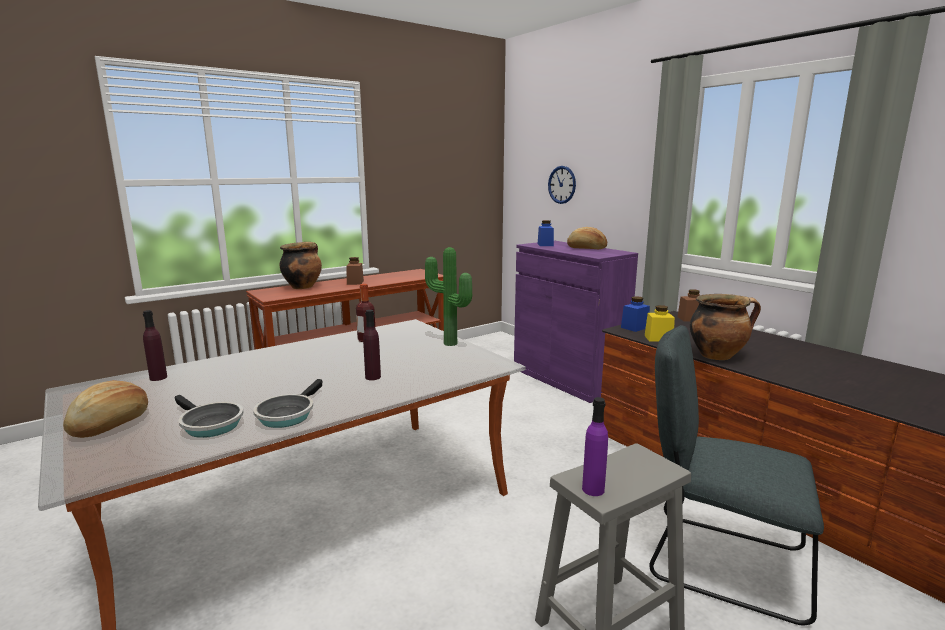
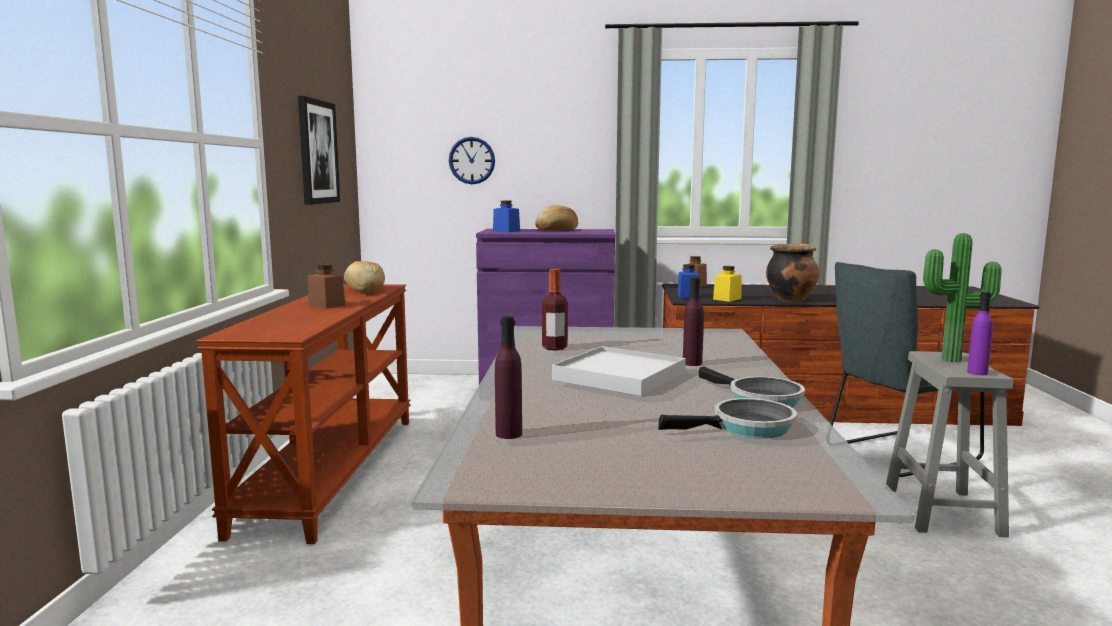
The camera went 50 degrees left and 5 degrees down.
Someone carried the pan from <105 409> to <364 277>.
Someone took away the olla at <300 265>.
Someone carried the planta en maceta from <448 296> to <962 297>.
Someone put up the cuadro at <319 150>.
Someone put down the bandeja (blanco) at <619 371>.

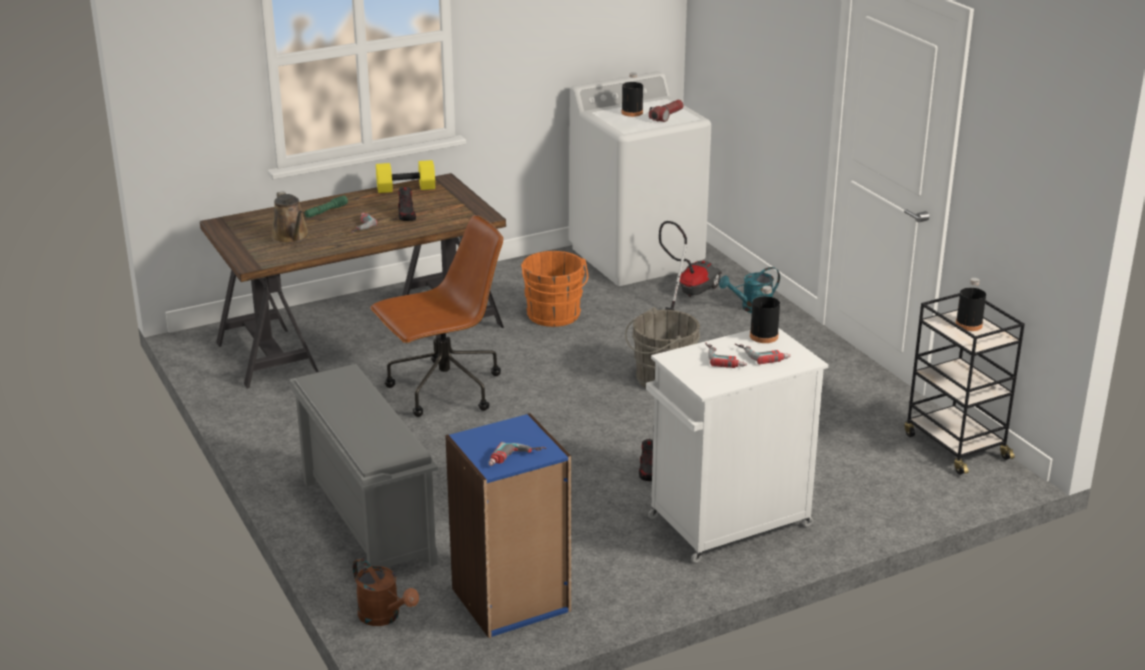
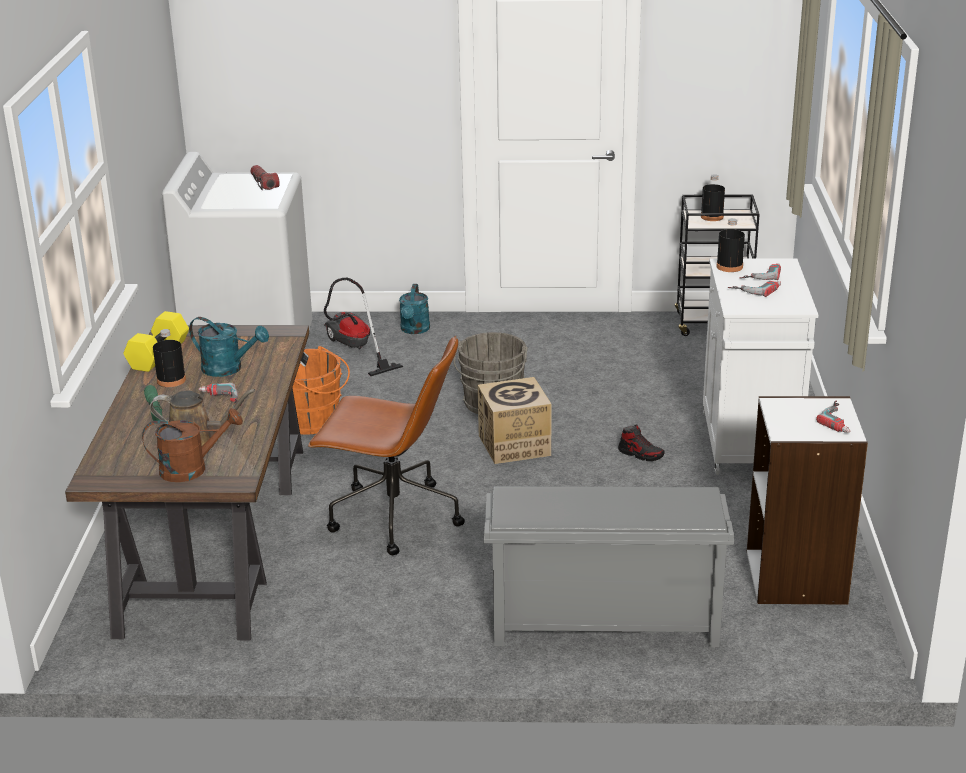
The camera went 60 degrees left and 0 degrees up.
Someone carried the regadera (marrón) from <386 592> to <192 445>.
Someone rotated the silla de oficina (marrón) at <436 316> by 105 degrees clockwise.
Someone swapped the zapato at <407 204> for the regadera (turquesa) at <229 347>.
Someone repainted the estantería (azul) at <508 525>, which became the estantería (blanco) at <807 500>.
Someone carried the botella (negro) from <632 94> to <169 358>.
Someone put down the caja de cartón at <515 420>.

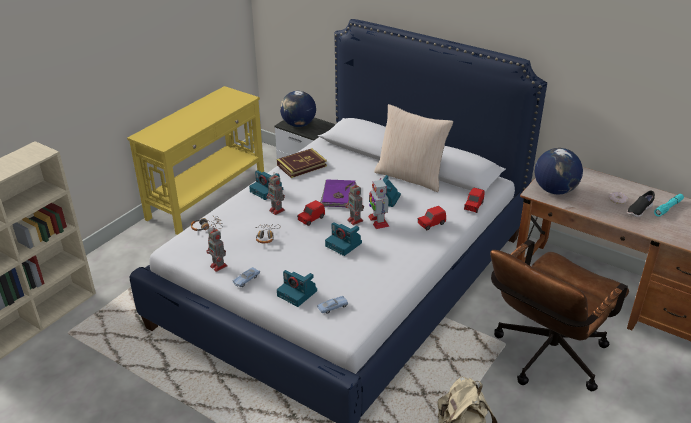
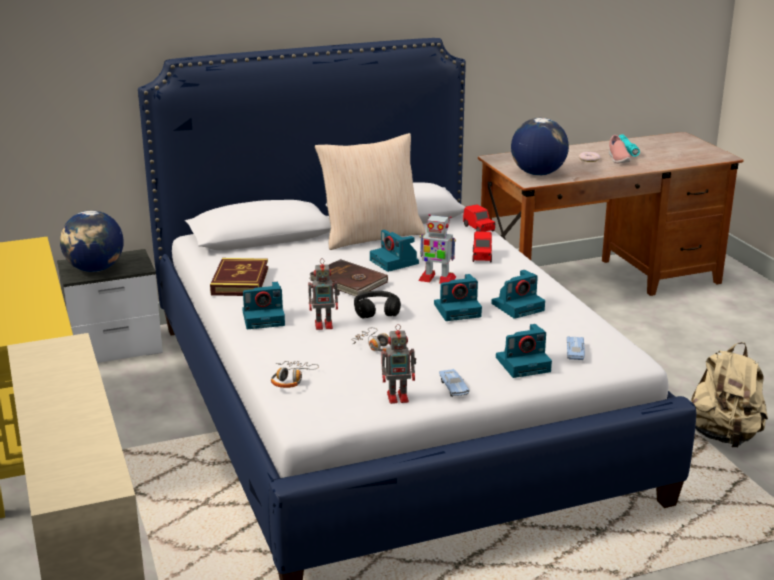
The camera went 55 degrees left and 10 degrees down.
Someone swapped the coche de juguete (rojo) at <311 213> for the auriculares (negro) at <377 304>.
Someone repainted the libro (morado) at <338 193>, which became the libro (marrón) at <349 278>.
Someone took away the robot de juguete at <354 203>.
Someone took away the silla de oficina (marrón) at <559 315>.
Someone repainted the zapato (negro) at <641 204>, which became the zapato (rosa) at <620 149>.
Someone put down the cámara at <518 294>.

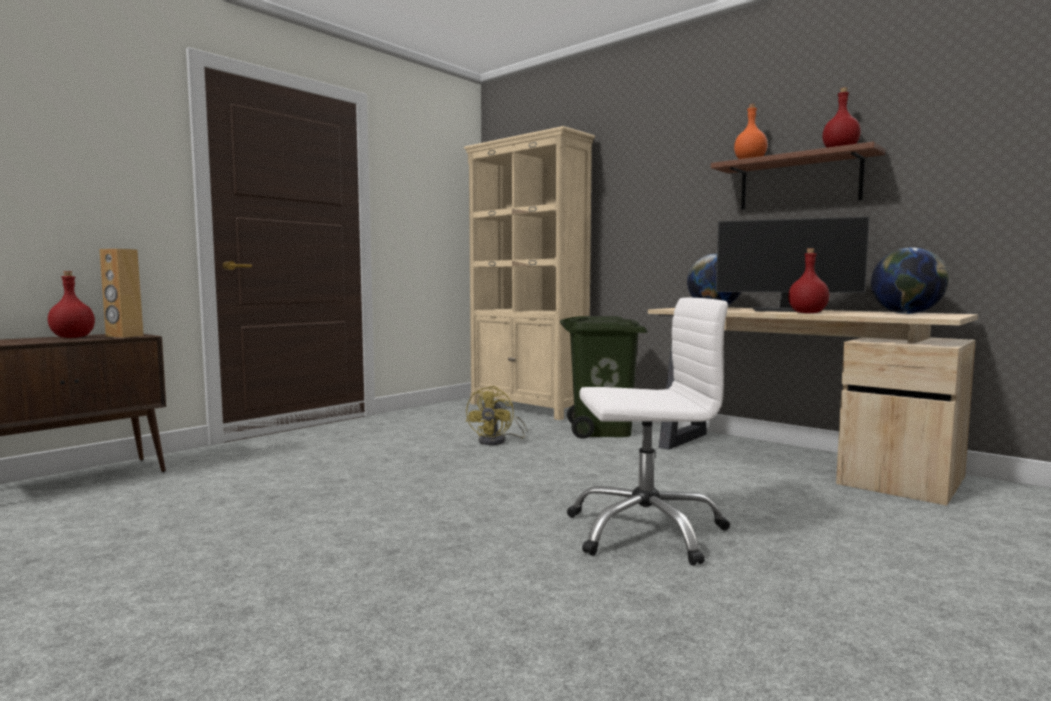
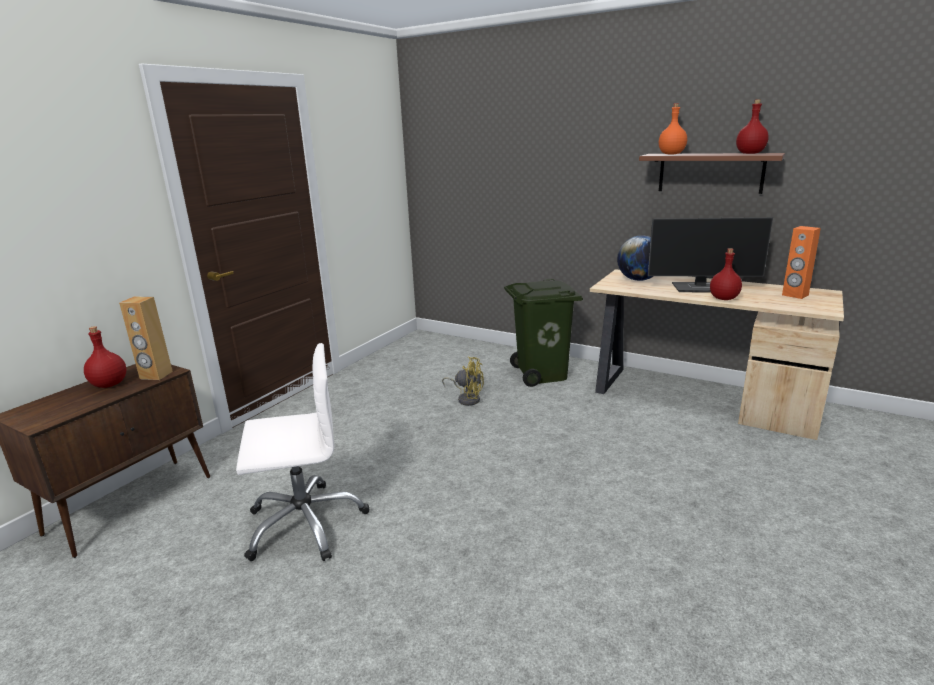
The camera went 10 degrees left and 15 degrees up.
Someone took away the estantería (beis) at <529 273>.
Someone rotated the ventilador (amarillo) at <497 415> by 75 degrees counterclockwise.
Someone carried the silla de oficina (blanco) from <648 431> to <303 452>.
Someone swapped the globo terráqueo at <910 281> for the altavoz (naranja) at <801 262>.

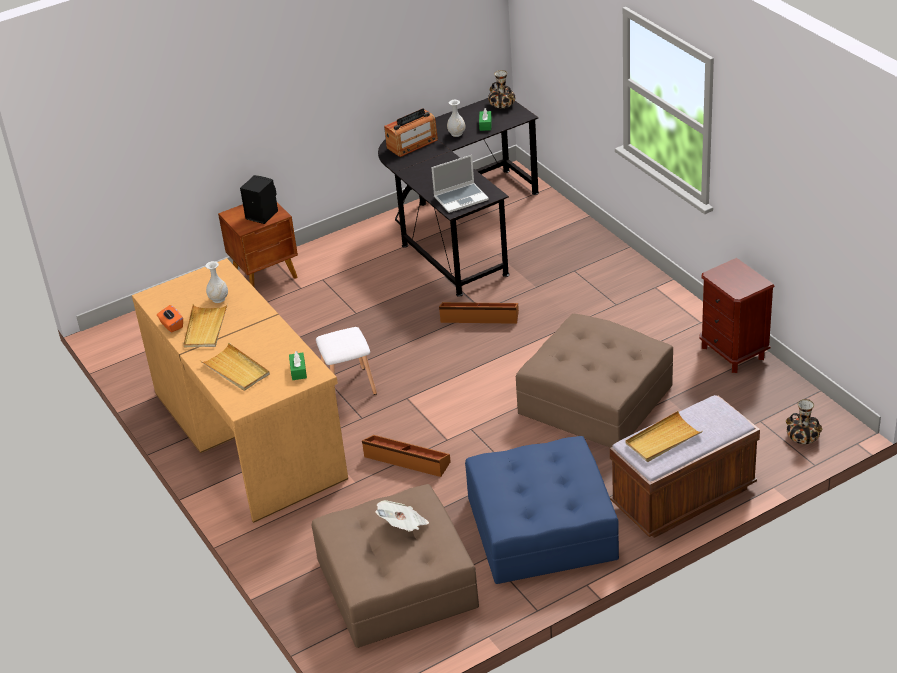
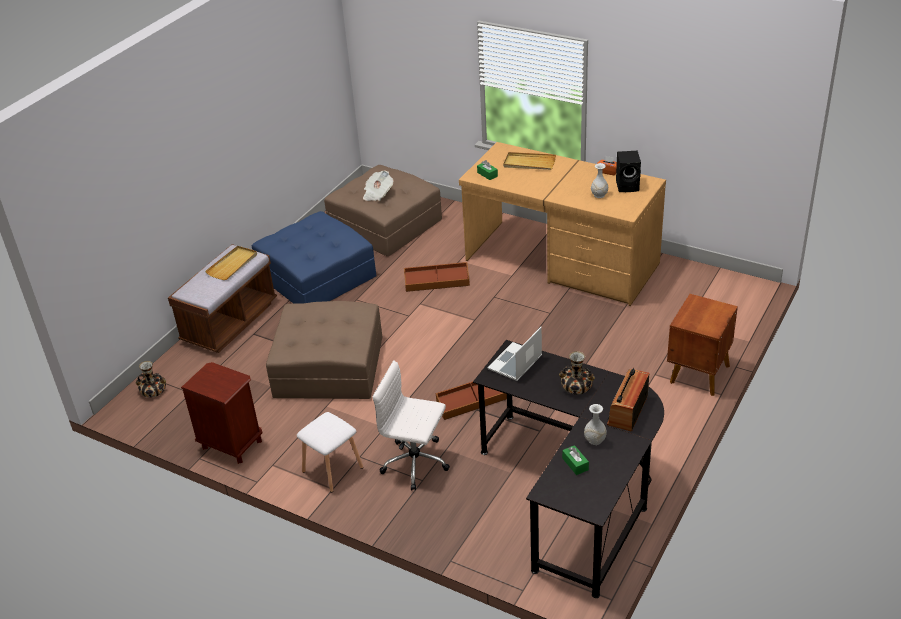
The camera went 150 degrees right and 0 degrees up.
Someone took away the bandeja (beis) at <205 325>.
Someone carried the altavoz (negro) from <259 199> to <628 171>.
Someone carried the taburete (blanco) from <346 361> to <330 452>.
Someone carried the florero from <501 89> to <577 372>.
Someone put down the silla de oficina (blanco) at <411 425>.

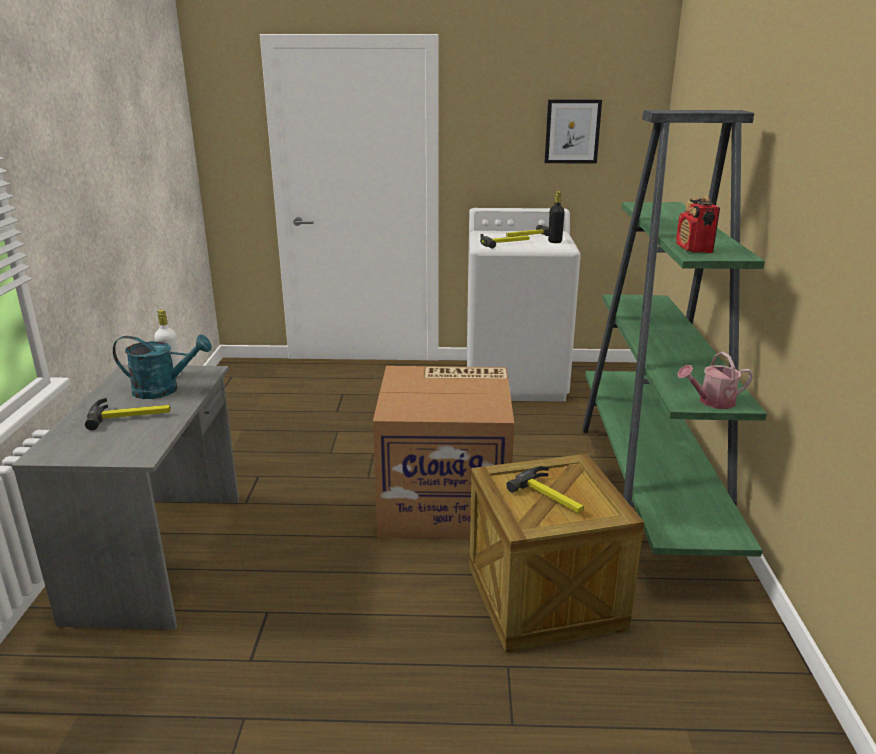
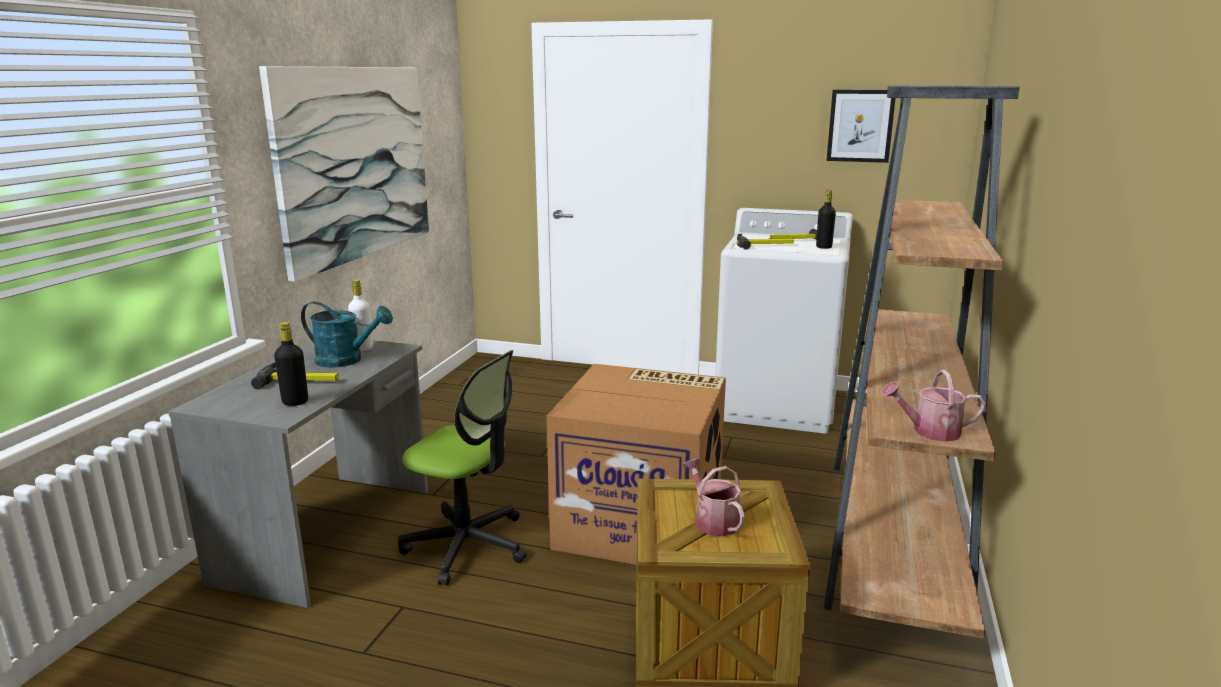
The camera went 15 degrees right and 5 degrees down.
Someone swapped the martillo at <545 489> for the regadera at <714 497>.
Someone repainted the estantería (verde) at <674 333>, which became the estantería (marrón) at <922 362>.
Someone took away the radio at <698 224>.
Someone put up the cuadro at <344 174>.
Someone put down the botella (negro) at <291 364>.
Someone put down the silla de oficina at <462 467>.

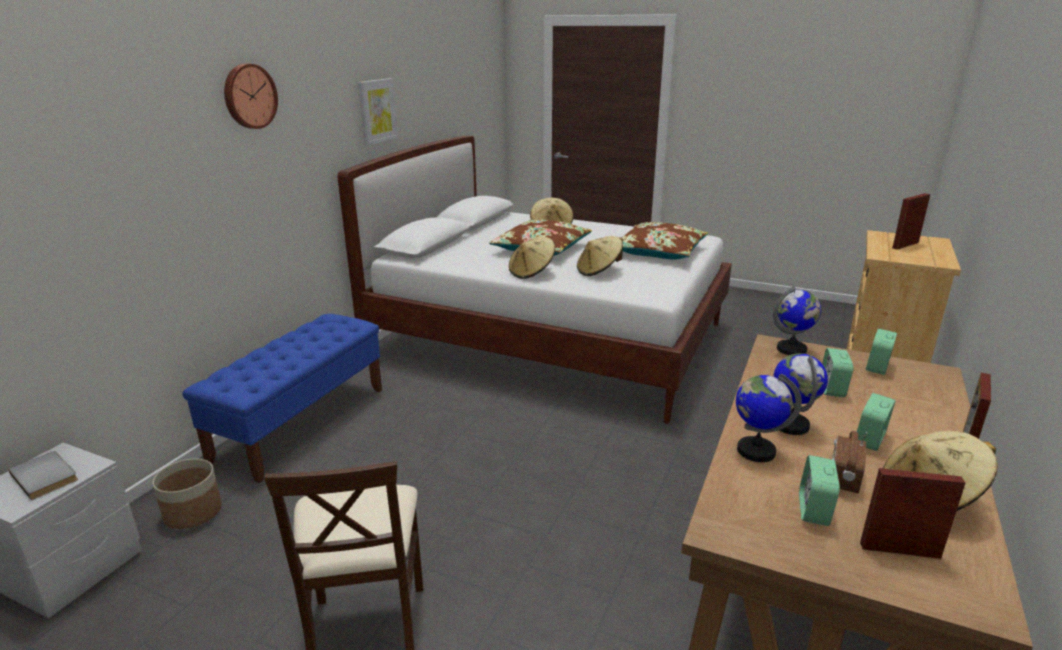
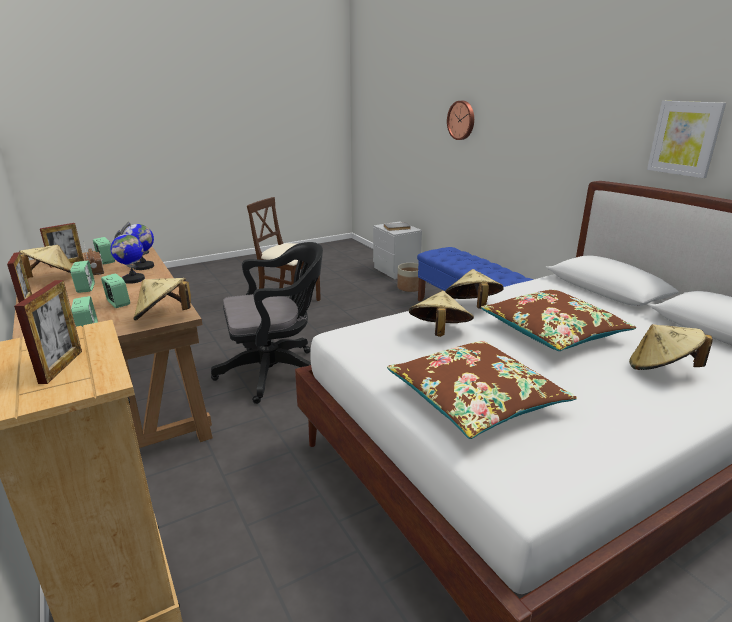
The camera went 125 degrees right and 0 degrees up.
Someone carried the reloj de pared from <251 96> to <460 120>.
Someone swapped the globo terráqueo at <797 320> for the sombrero (beis) at <162 299>.
Someone put down the silla de oficina (negro) at <267 323>.

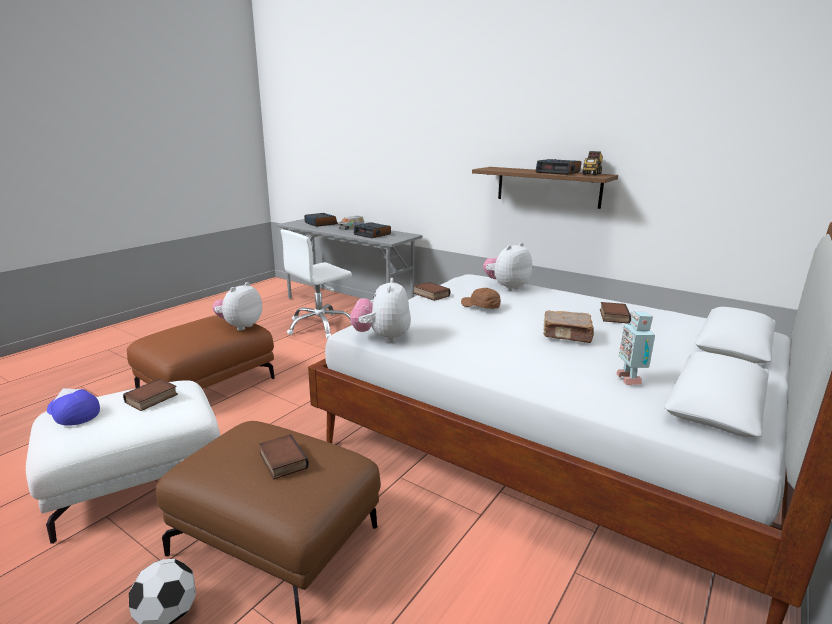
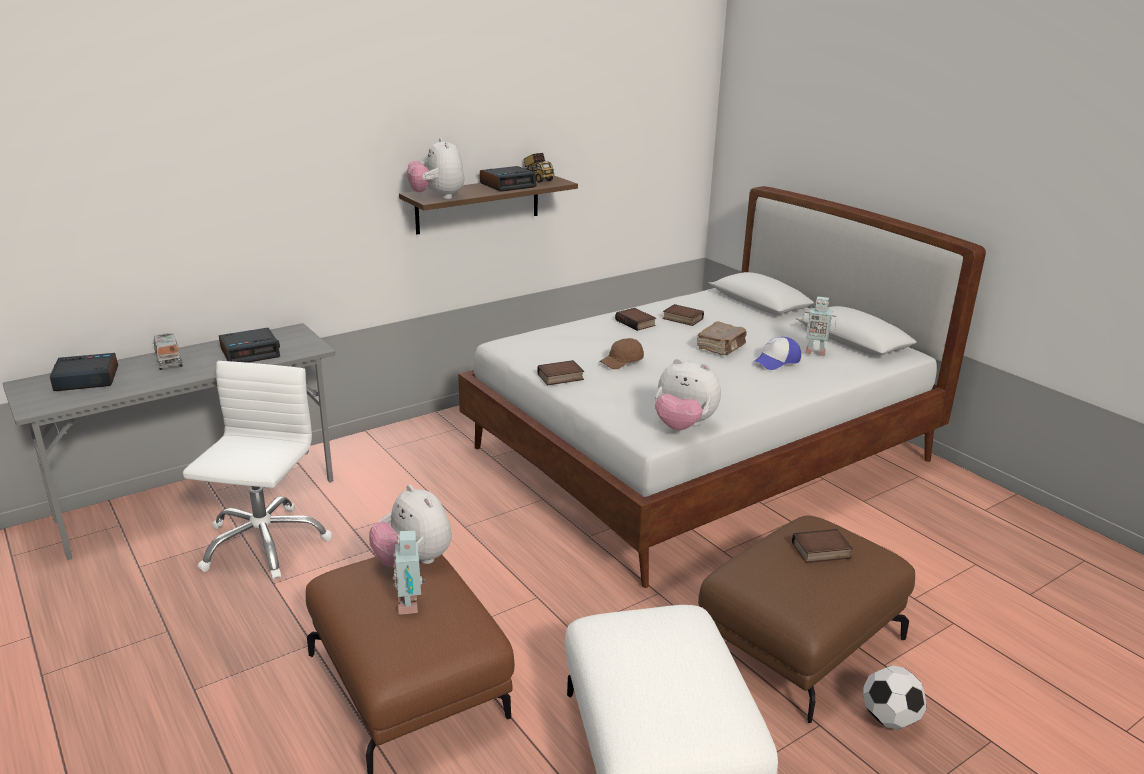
The camera went 70 degrees left and 5 degrees up.
Someone carried the gorra from <73 407> to <777 353>.
Someone carried the libro from <150 395> to <635 319>.
Someone rotated the silla de oficina (blanco) at <316 284> by 150 degrees counterclockwise.
Someone carried the peluche from <507 266> to <435 168>.
Someone put down the robot de juguete at <409 573>.

